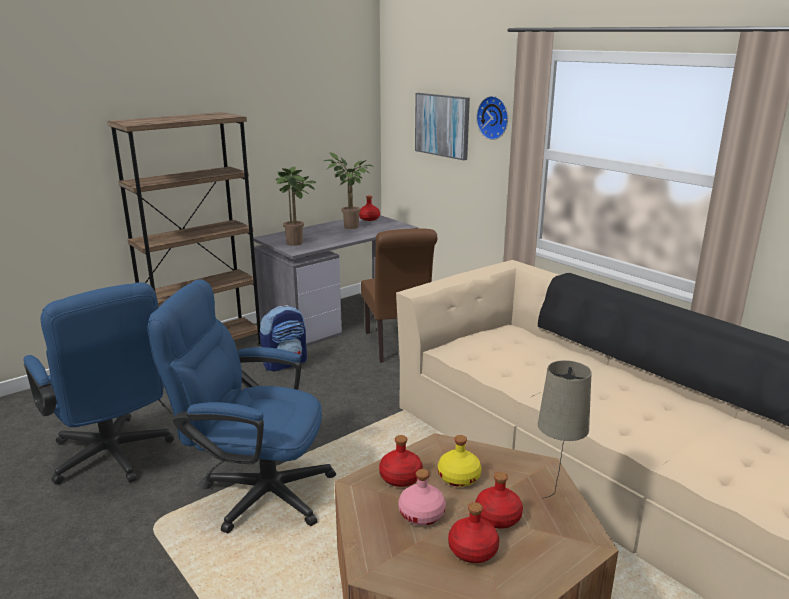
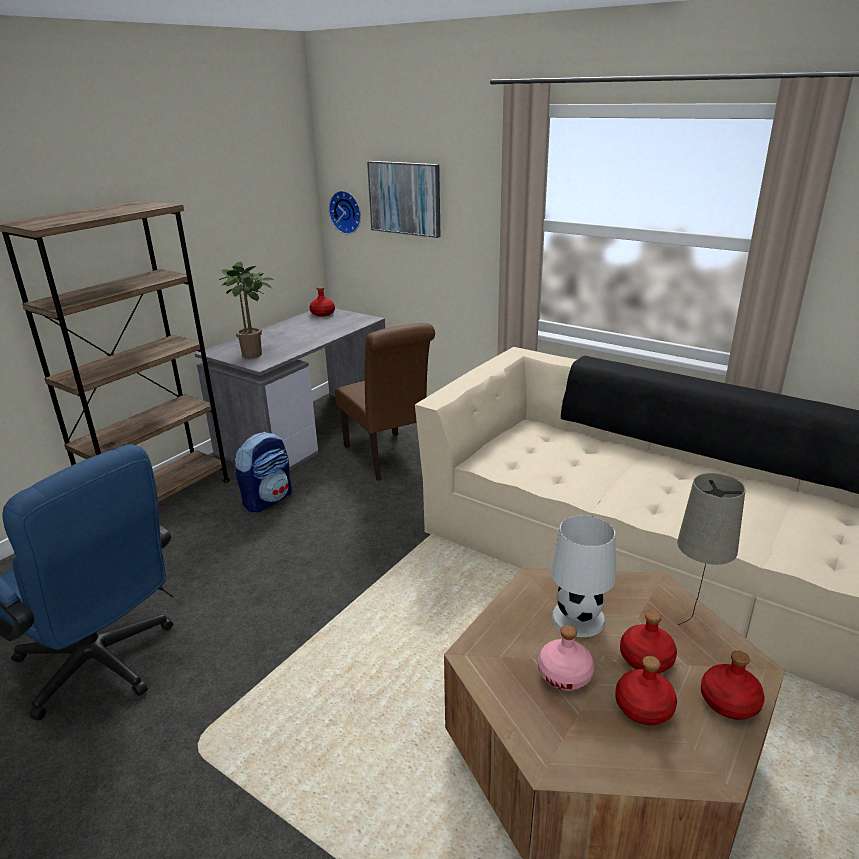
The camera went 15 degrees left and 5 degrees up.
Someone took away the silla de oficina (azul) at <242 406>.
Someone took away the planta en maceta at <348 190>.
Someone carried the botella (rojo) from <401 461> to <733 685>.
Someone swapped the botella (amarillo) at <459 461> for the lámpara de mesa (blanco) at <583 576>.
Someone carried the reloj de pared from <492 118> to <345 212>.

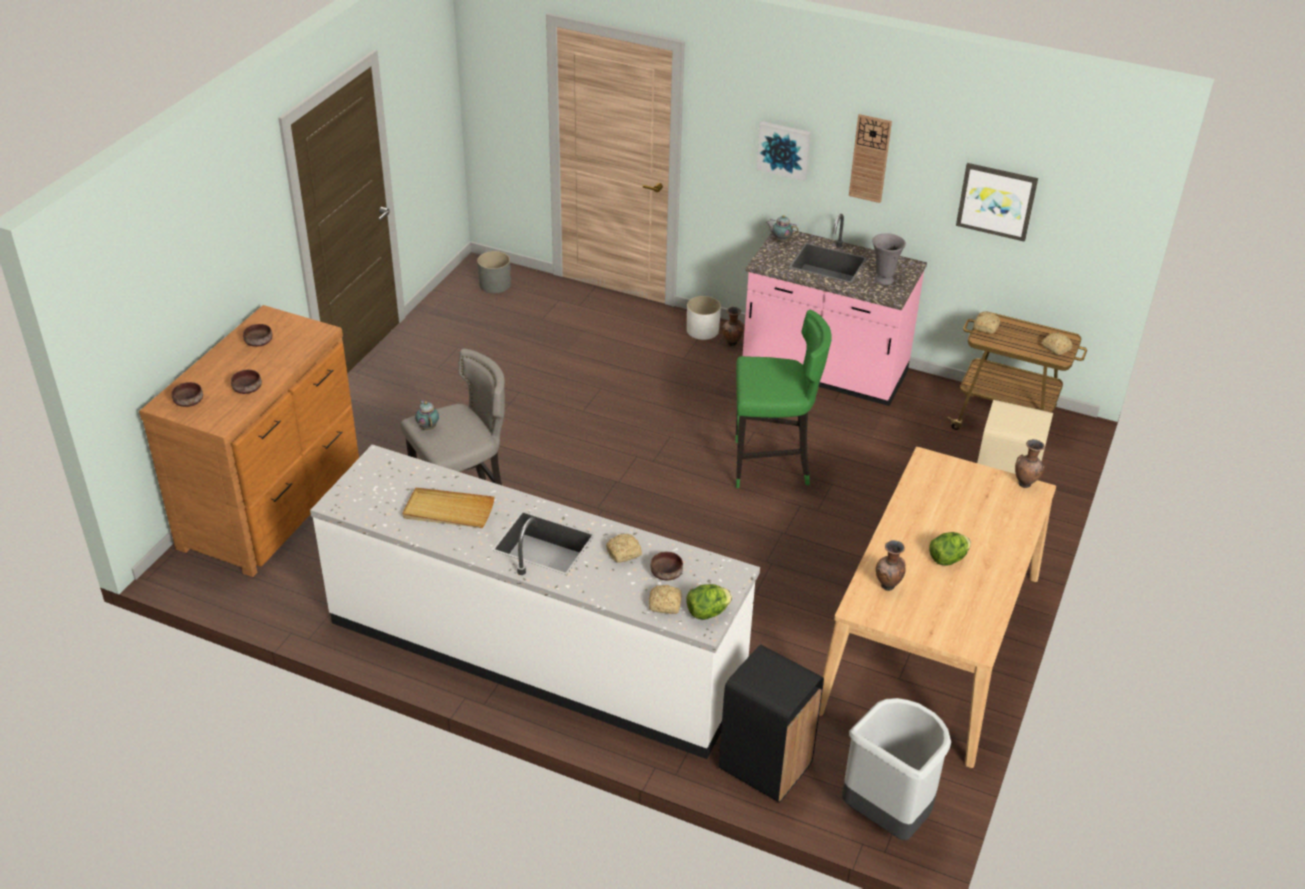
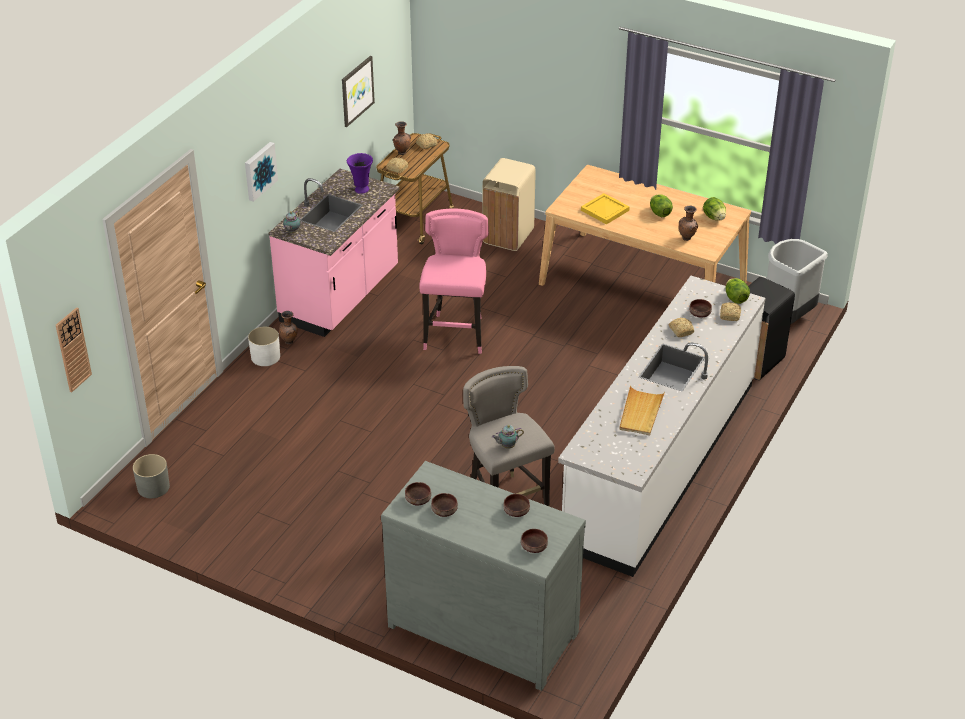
The camera went 85 degrees left and 0 degrees up.
Someone repainted the cómoda (marrón) at <249 441>, which became the cómoda (gris) at <483 576>.
Someone repainted the taburete (verde) at <783 399>, which became the taburete (rosa) at <454 281>.
Someone carried the reloj de pared from <870 158> to <74 349>.
Someone repainted the florero (gris) at <889 259>, which became the florero (morado) at <360 173>.
Someone carried the florero (marrón) from <1030 463> to <402 138>.
Someone put down the cuenco (marrón) at <418 494>.
Someone put down the bandeja (amarillo) at <605 208>.
Someone put down the lechuga at <714 208>.

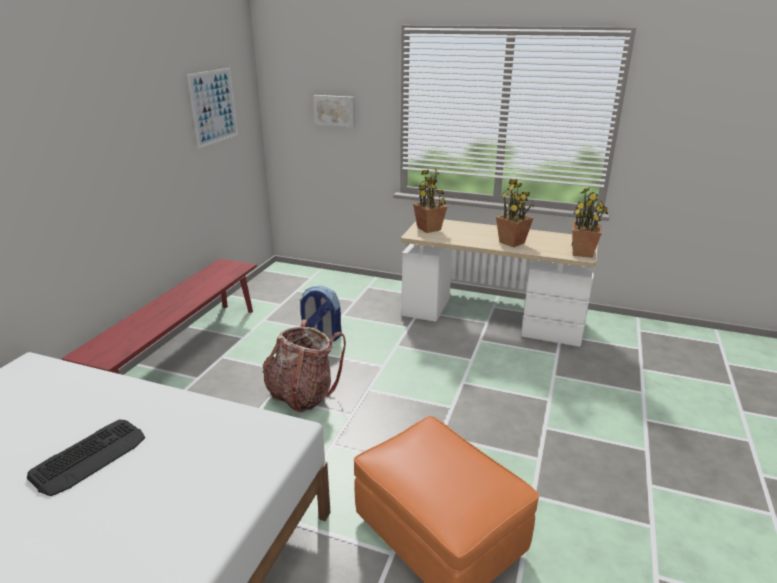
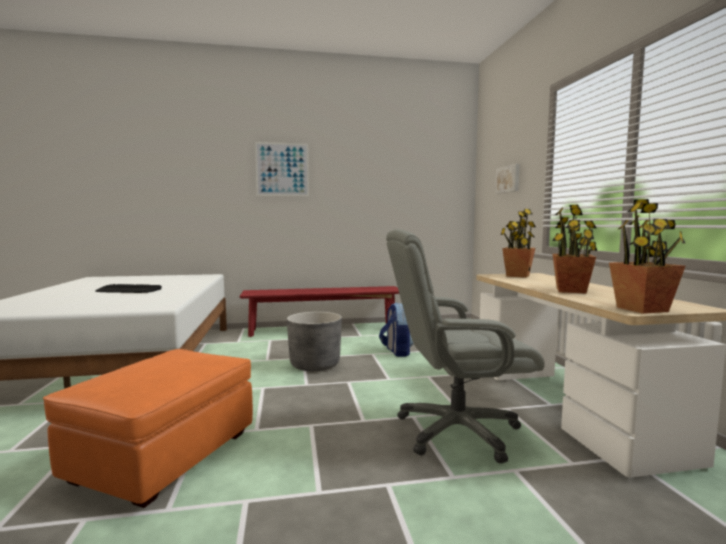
The camera went 60 degrees right and 20 degrees down.
Someone carried the cuadro from <212 108> to <282 169>.
Someone swapped the mochila at <304 366> for the maceta (gris) at <314 341>.
Someone put down the silla de oficina (gris) at <465 346>.

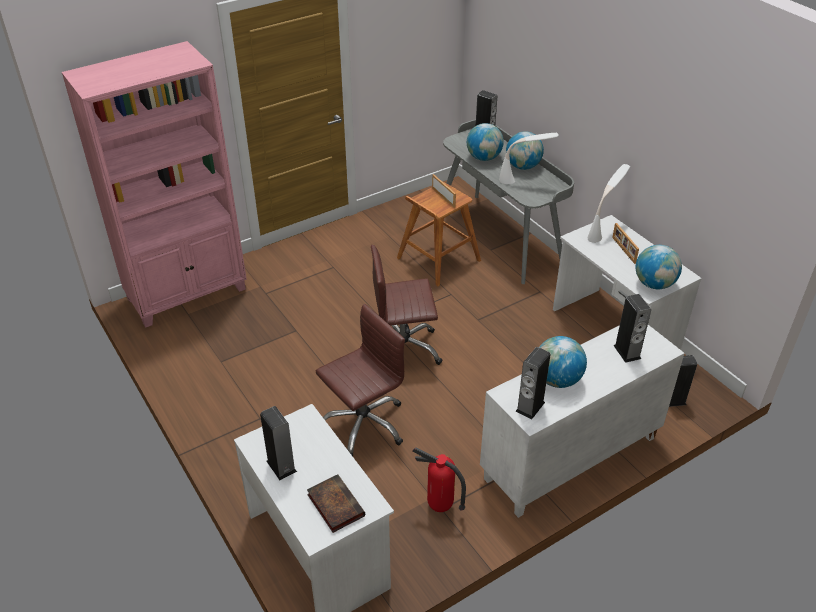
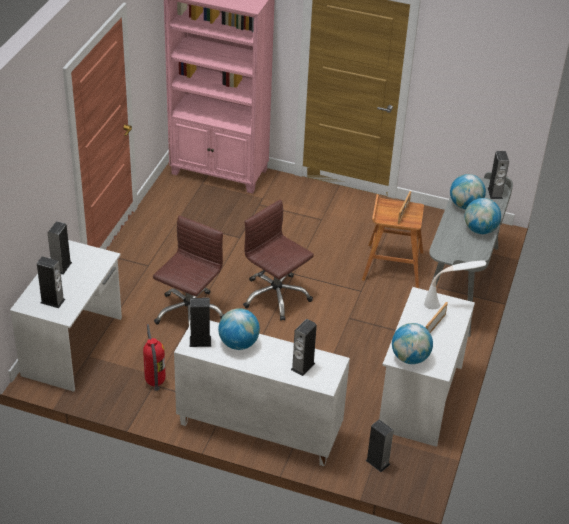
The camera went 50 degrees right and 0 degrees up.
Someone swapped the libro at <336 503> for the altavoz at <51 282>.
Someone rotated the silla de oficina (marrón) at <360 380> by 75 degrees counterclockwise.
Someone took away the lámpara de mesa (blanco) at <529 158>.

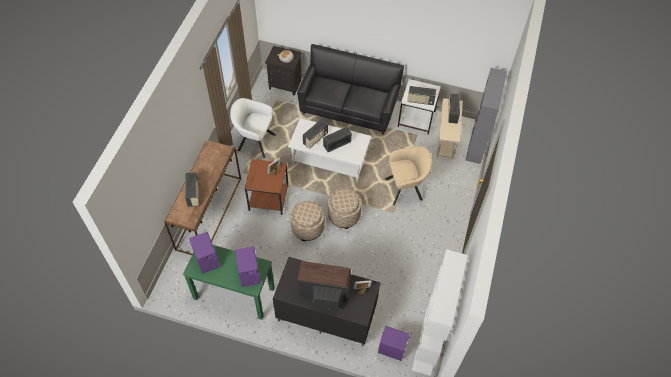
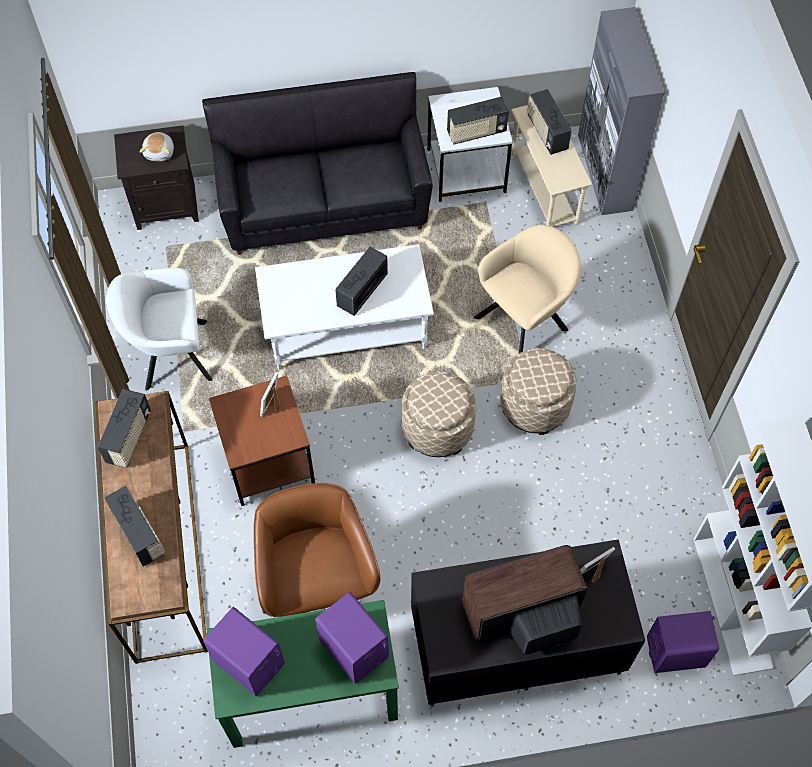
The camera went 25 degrees left and 5 degrees up.
Someone carried the puf (beis) from <307 221> to <539 391>.
Someone carried the radio from <315 134> to <124 428>.
Someone put down the silla de oficina (marrón) at <316 550>.

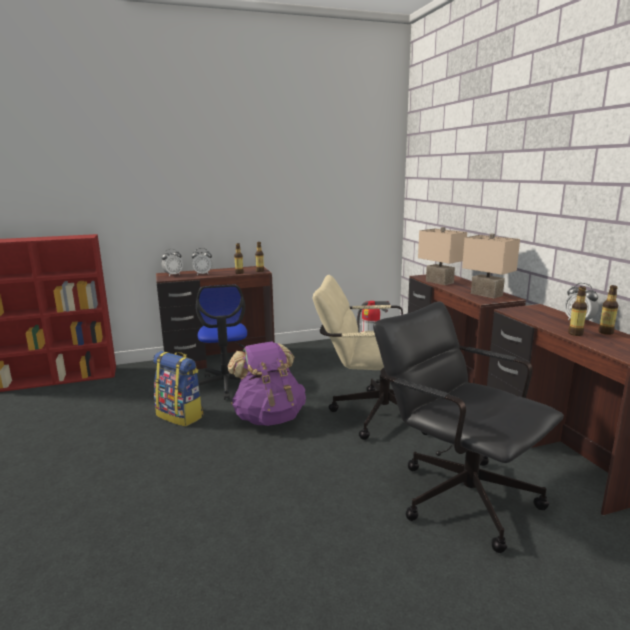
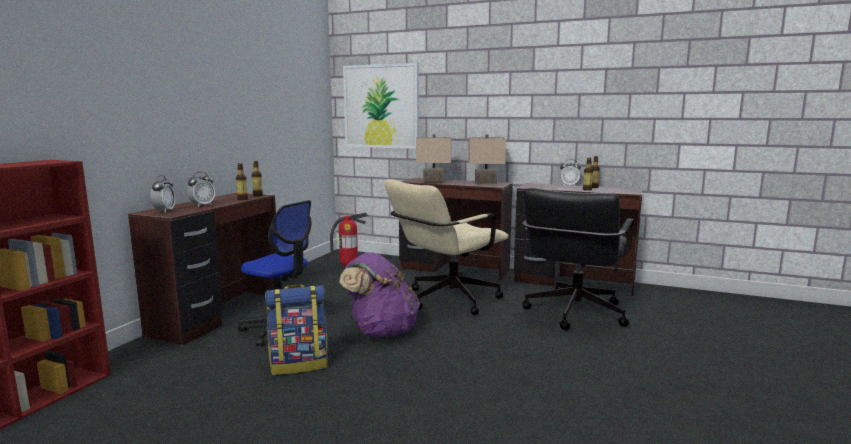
The camera went 50 degrees left and 5 degrees down.
Someone rotated the silla de oficina (negro) at <468 427> by 60 degrees counterclockwise.
Someone put up the cuadro at <381 106>.

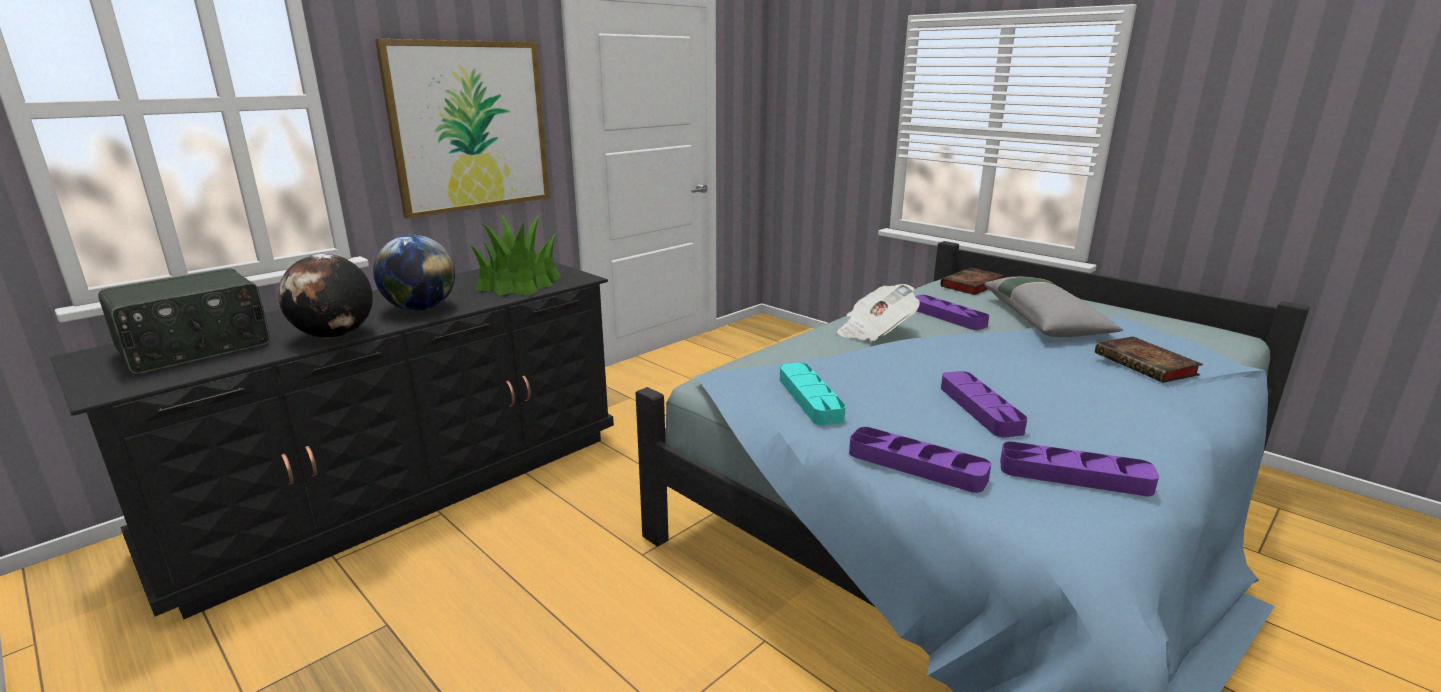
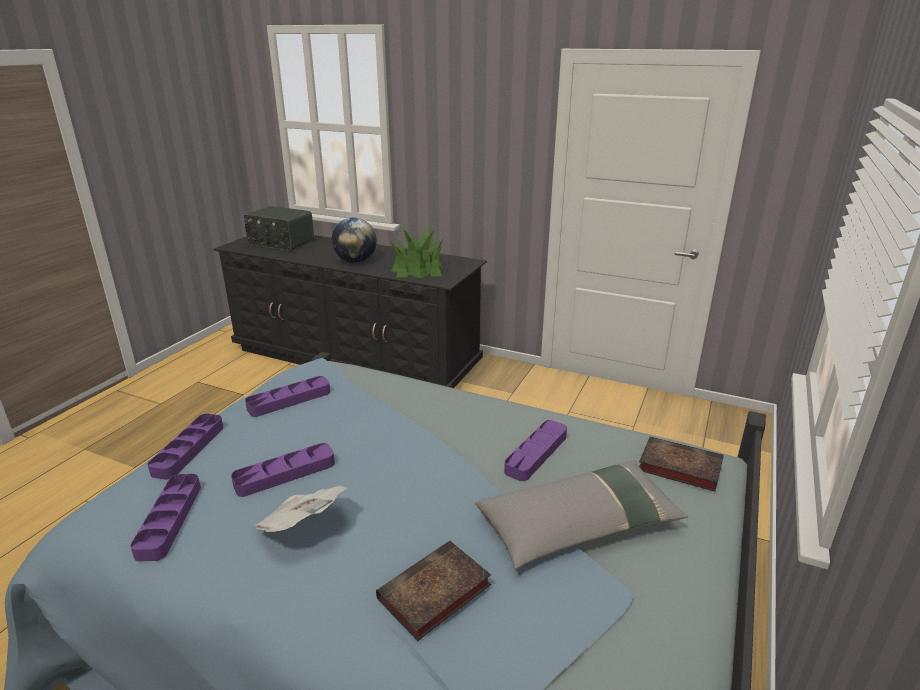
The camera went 70 degrees right and 5 degrees up.
Someone took away the globo terráqueo at <325 296>.
Someone took away the cuadro at <462 129>.
Someone repainted the bandeja (turquesa) at <813 394>, which became the bandeja (morado) at <287 396>.
Someone carried the periódico from <878 312> to <300 509>.

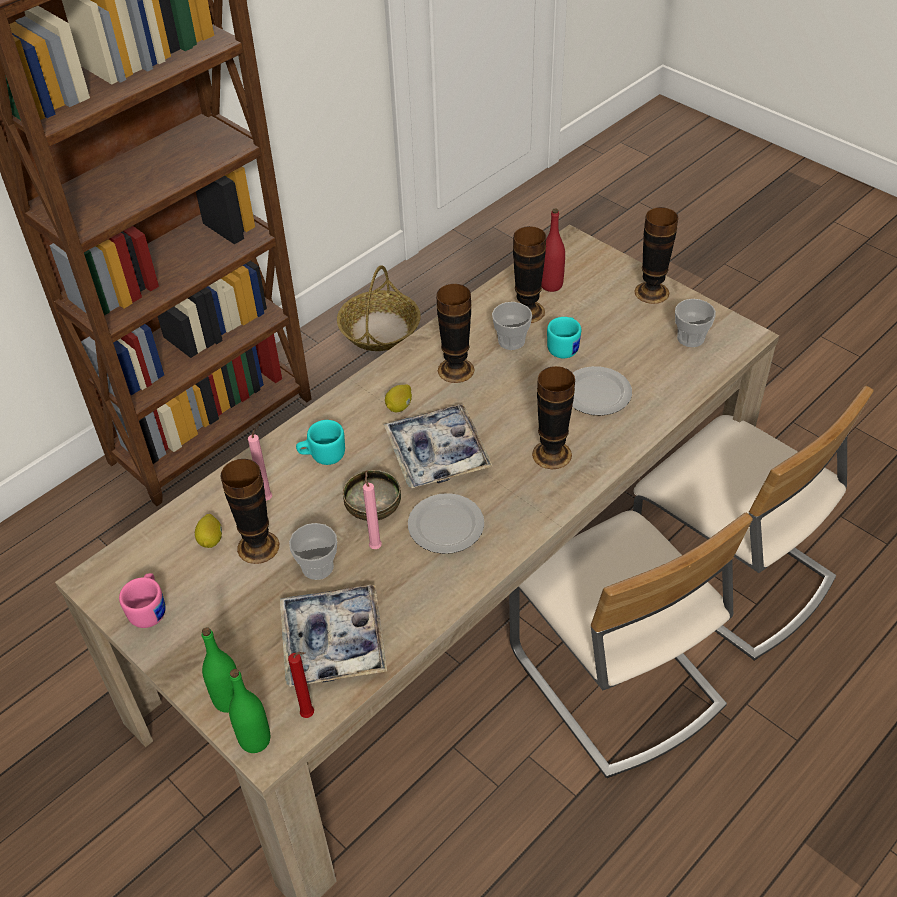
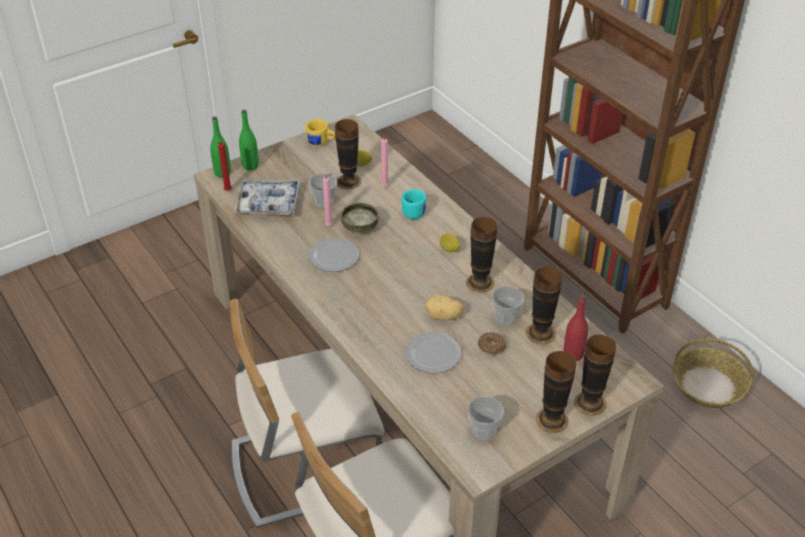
The camera went 100 degrees right and 5 degrees down.
Someone repainted the taza grande (rosa) at <142 600>, which became the taza grande (amarillo) at <320 133>.
Someone took away the bandeja at <438 446>.
Someone carried the florero from <553 417> to <595 375>.
Someone swapped the taza grande (turquesa) at <564 337> for the rosquilla at <492 343>.
Someone put down the patata at <444 307>.

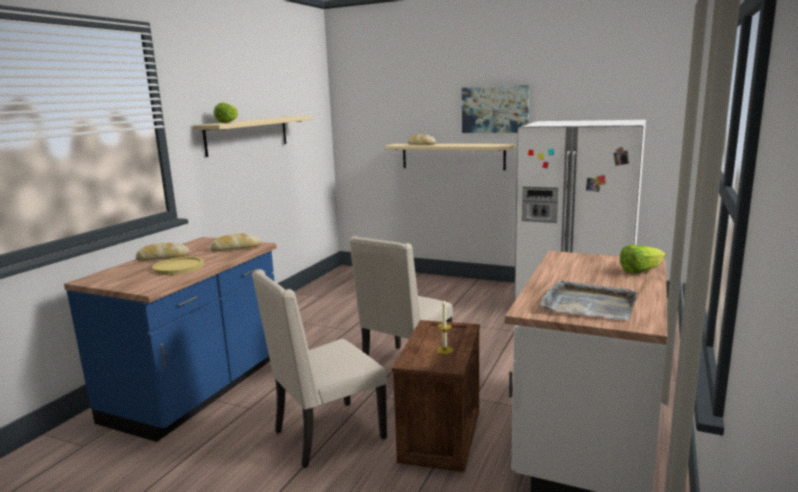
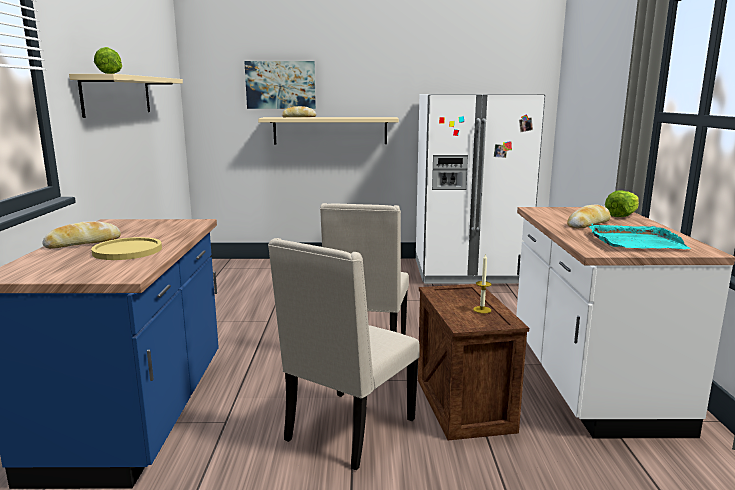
The camera went 25 degrees left and 0 degrees up.
Someone carried the pan from <235 242> to <589 216>.
Someone carried the cuadro from <495 109> to <280 85>.
Someone repainted the bandeja (gris) at <589 300>, which became the bandeja (turquesa) at <639 236>.

